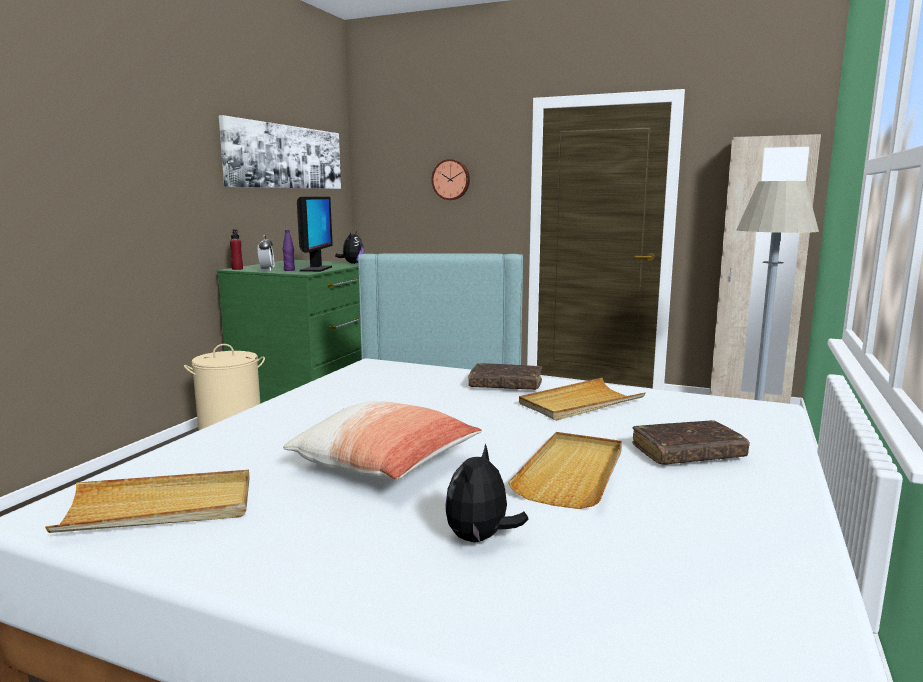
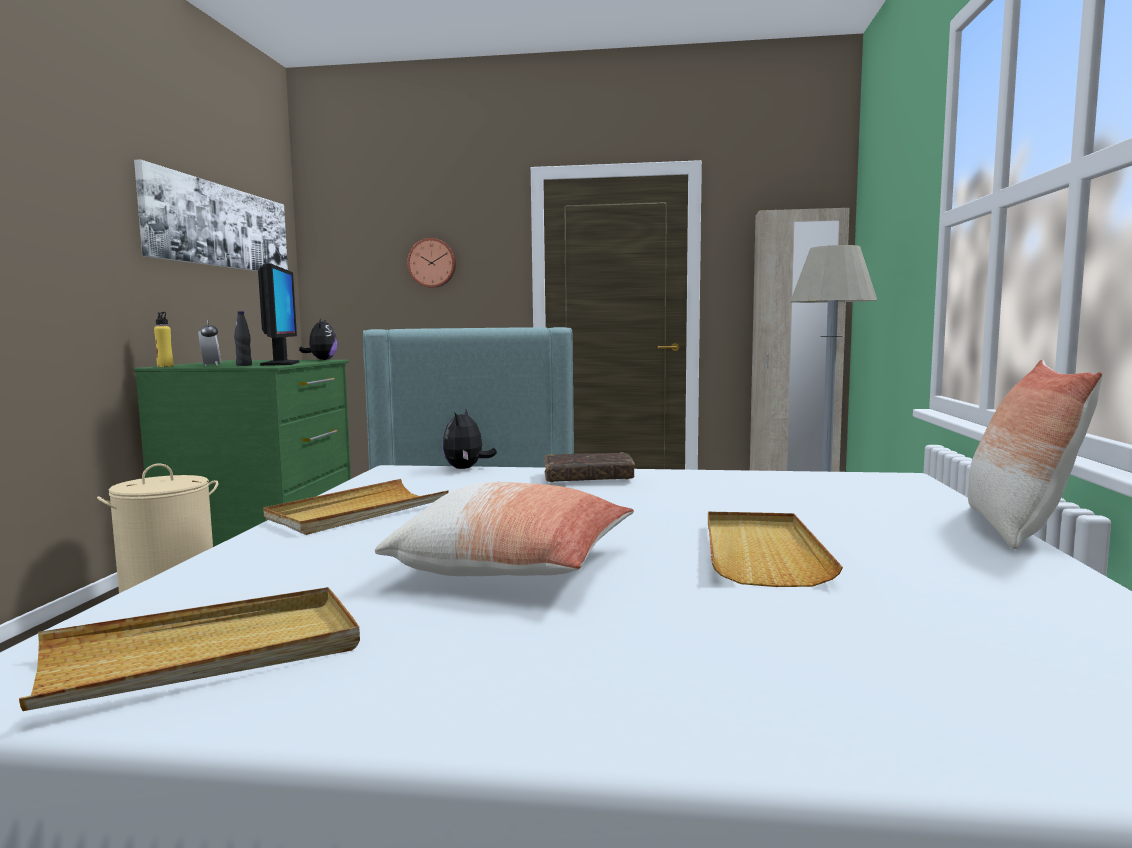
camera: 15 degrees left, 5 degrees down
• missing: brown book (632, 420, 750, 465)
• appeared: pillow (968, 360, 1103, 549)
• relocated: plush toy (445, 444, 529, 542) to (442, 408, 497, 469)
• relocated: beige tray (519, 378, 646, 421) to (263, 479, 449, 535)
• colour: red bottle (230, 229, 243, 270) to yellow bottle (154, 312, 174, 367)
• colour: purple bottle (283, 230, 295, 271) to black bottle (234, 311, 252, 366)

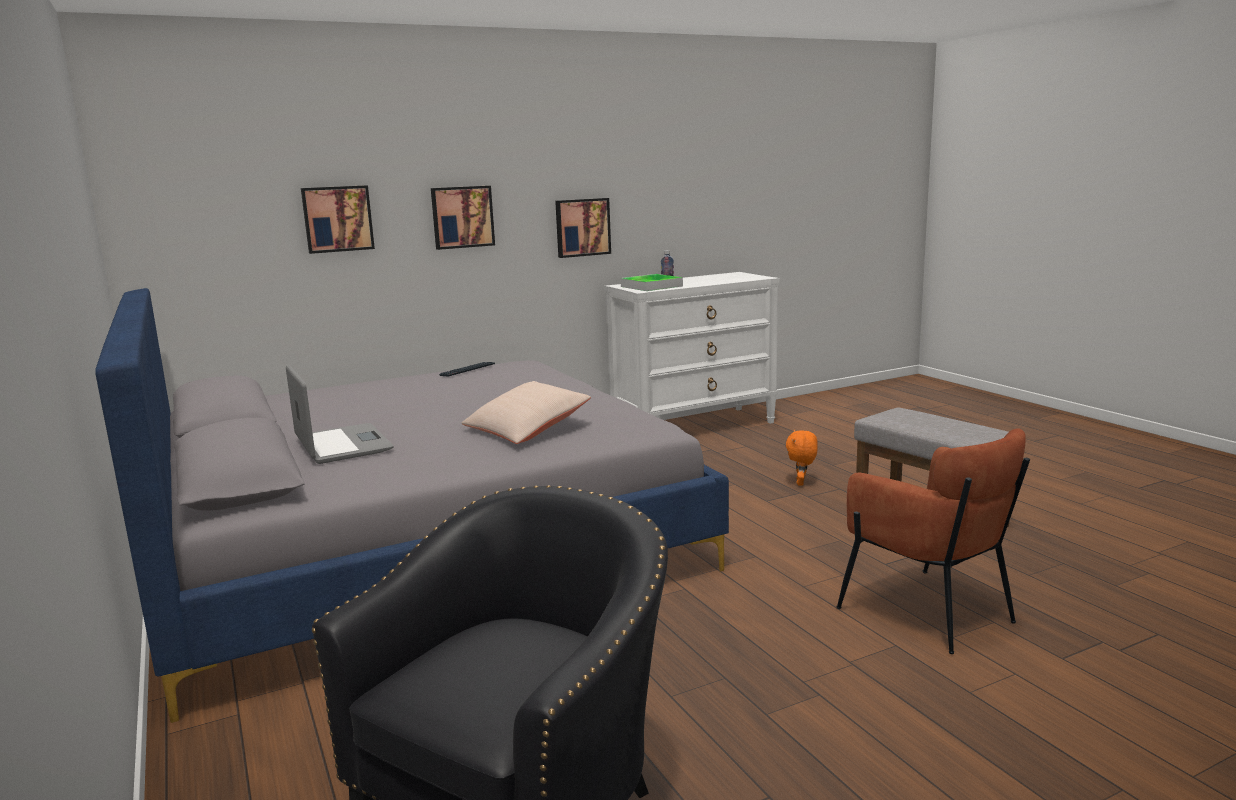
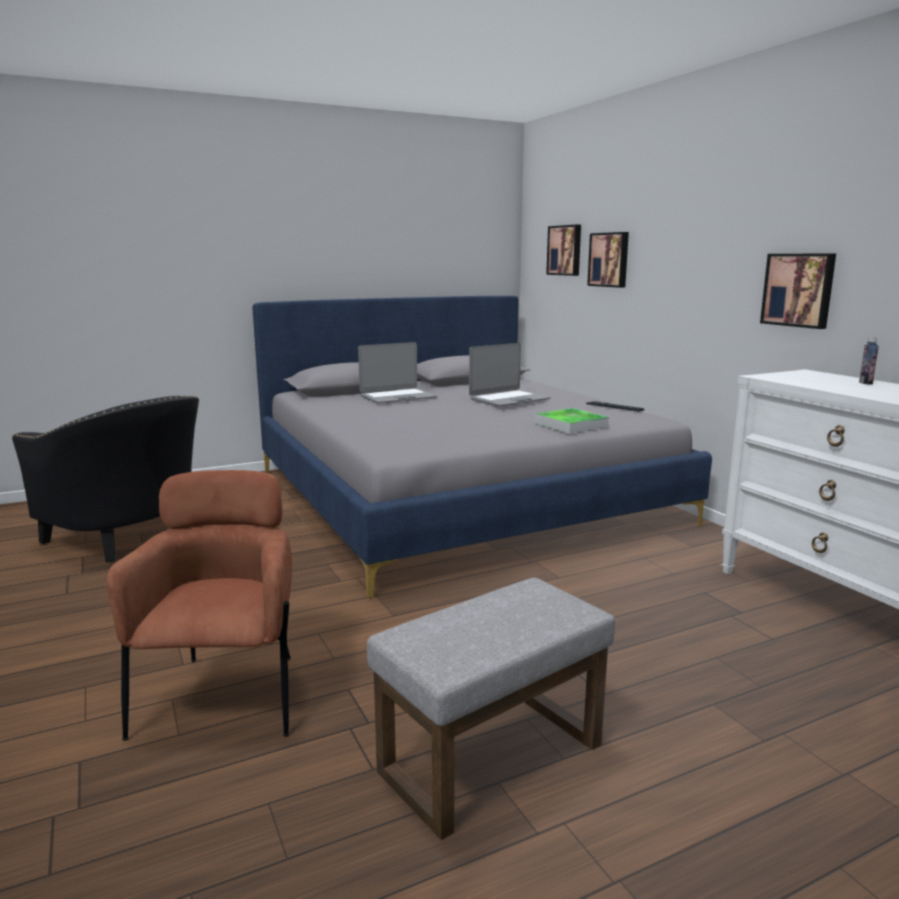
camera: 90 degrees right, 0 degrees up
• missing: beige pillow (462, 381, 591, 444)
• missing: orange plush toy (786, 430, 818, 486)
• appeared: laptop (469, 343, 551, 406)
• relocated: picture (431, 186, 495, 250) to (546, 225, 581, 276)
• relocated: tray (620, 274, 683, 291) to (535, 408, 609, 434)
• spun: brown armchair (836, 428, 1030, 654) = (107, 470, 292, 741) 120 degrees clockwise

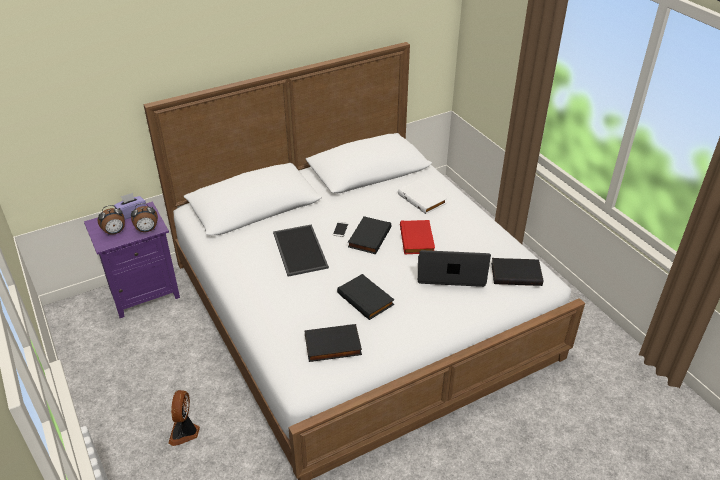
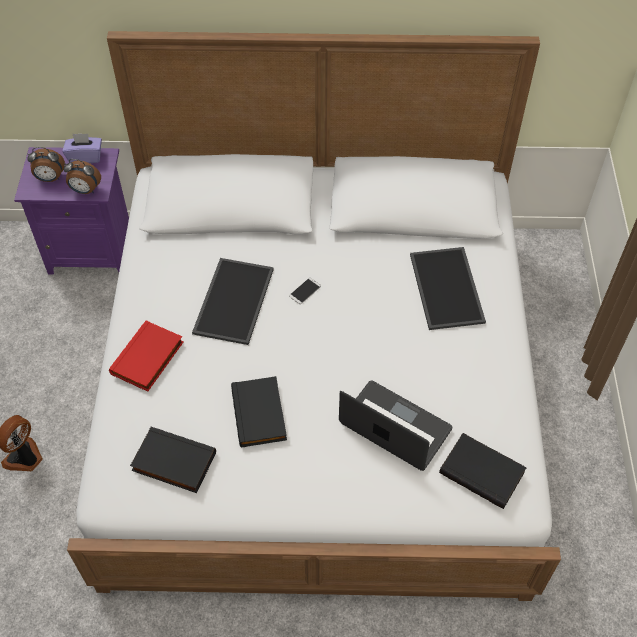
camera: 30 degrees right, 15 degrees up
• missing: black book (348, 216, 391, 254)
• relocated: red book (400, 220, 435, 255) to (109, 320, 184, 392)
• exchanged: white book (398, 180, 447, 214) to tray (410, 247, 486, 330)

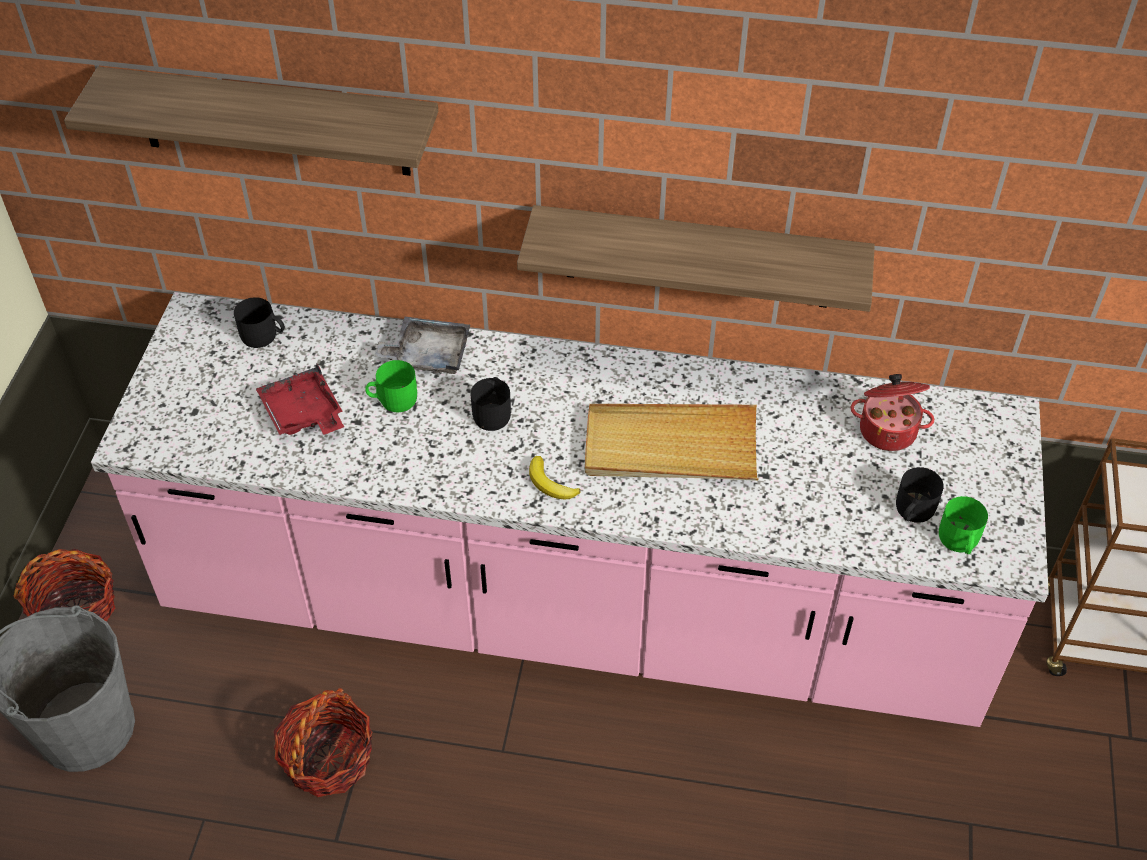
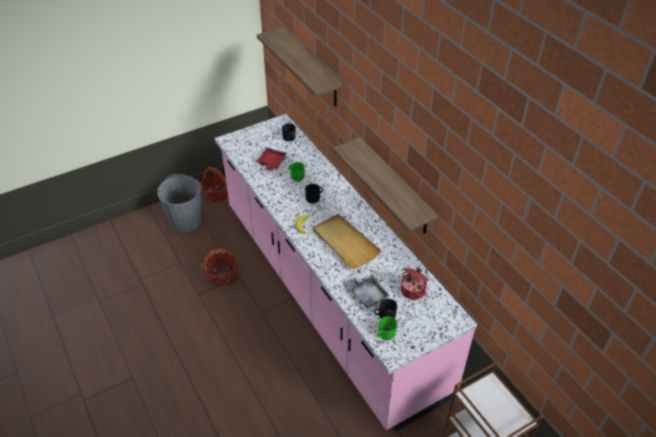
camera: 50 degrees right, 5 degrees down
• relocated: grey tray (374, 317, 470, 374) to (347, 275, 390, 308)

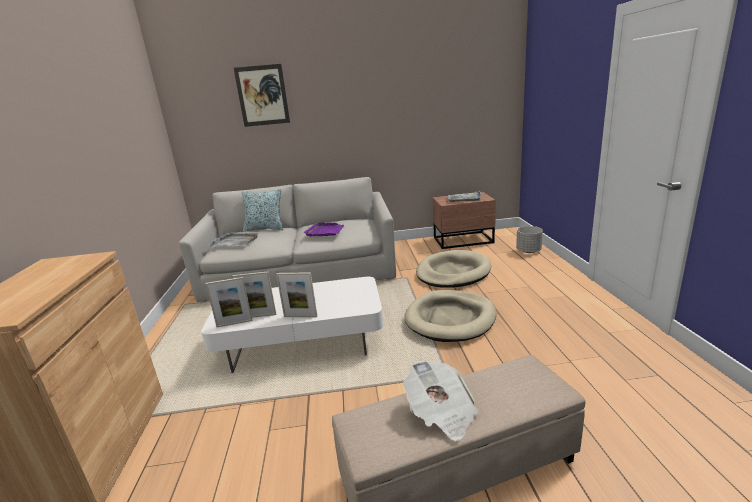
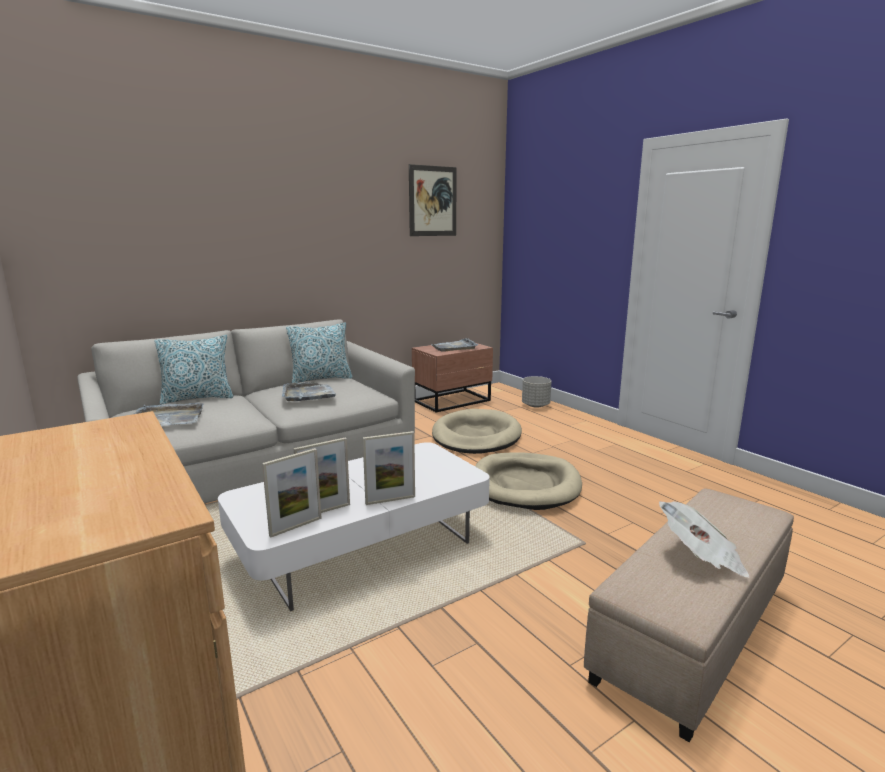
camera: 30 degrees left, 5 degrees down
• appeared: pillow (286, 322, 353, 383)
• relocated: picture (233, 64, 290, 127) to (409, 164, 457, 236)
• colour: purple tray (303, 222, 344, 237) to grey tray (282, 382, 336, 401)

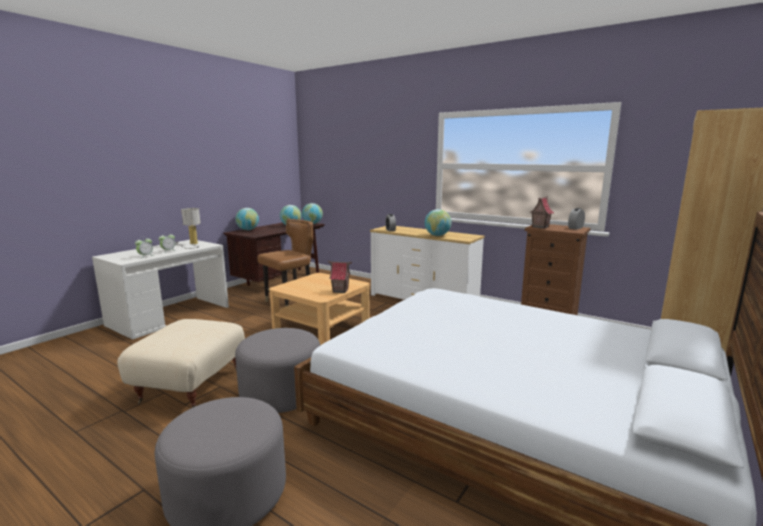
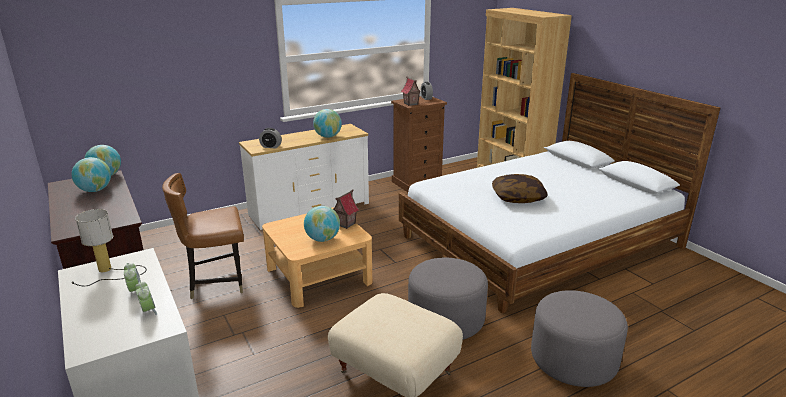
camera: 65 degrees left, 10 degrees up
• appeared: pillow (492, 174, 548, 203)
• relocated: globe (235, 208, 259, 230) to (304, 206, 340, 242)
• spun: brown chair (257, 219, 313, 306) = (162, 173, 244, 299) 90 degrees counterclockwise

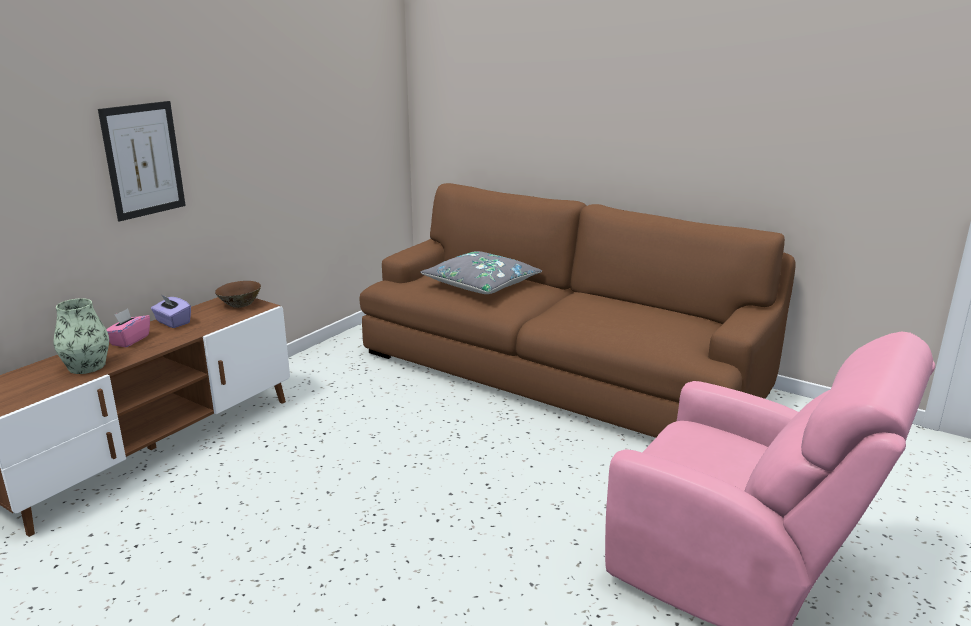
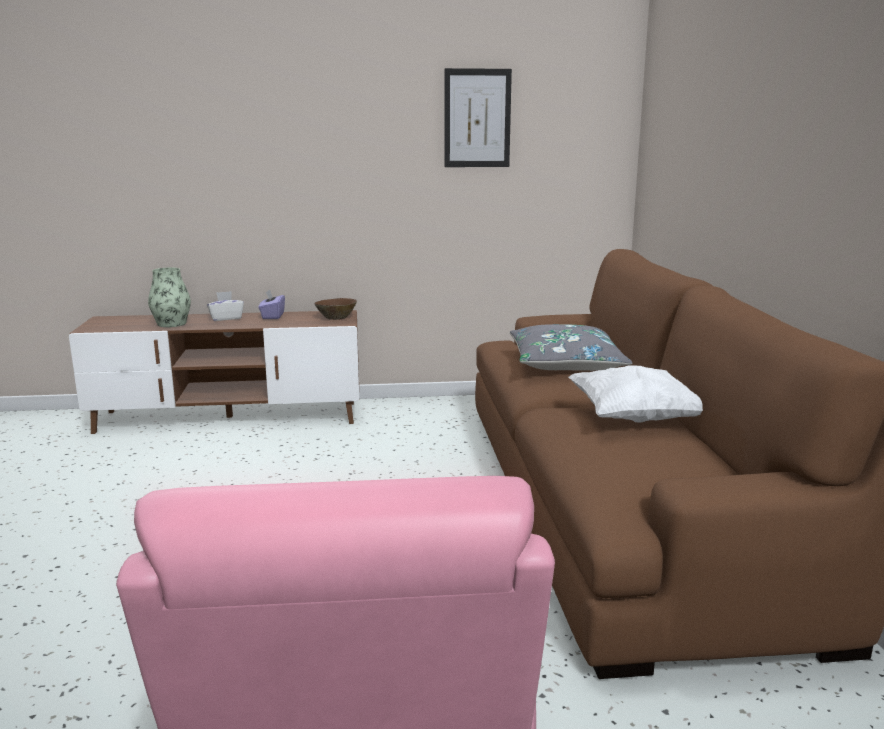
camera: 50 degrees right, 5 degrees down
• appeared: white pillow (568, 365, 703, 423)
• relocated: picture (98, 101, 186, 222) to (445, 68, 512, 167)
• colour: pink tissue box (106, 308, 150, 347) to white tissue box (207, 291, 244, 321)

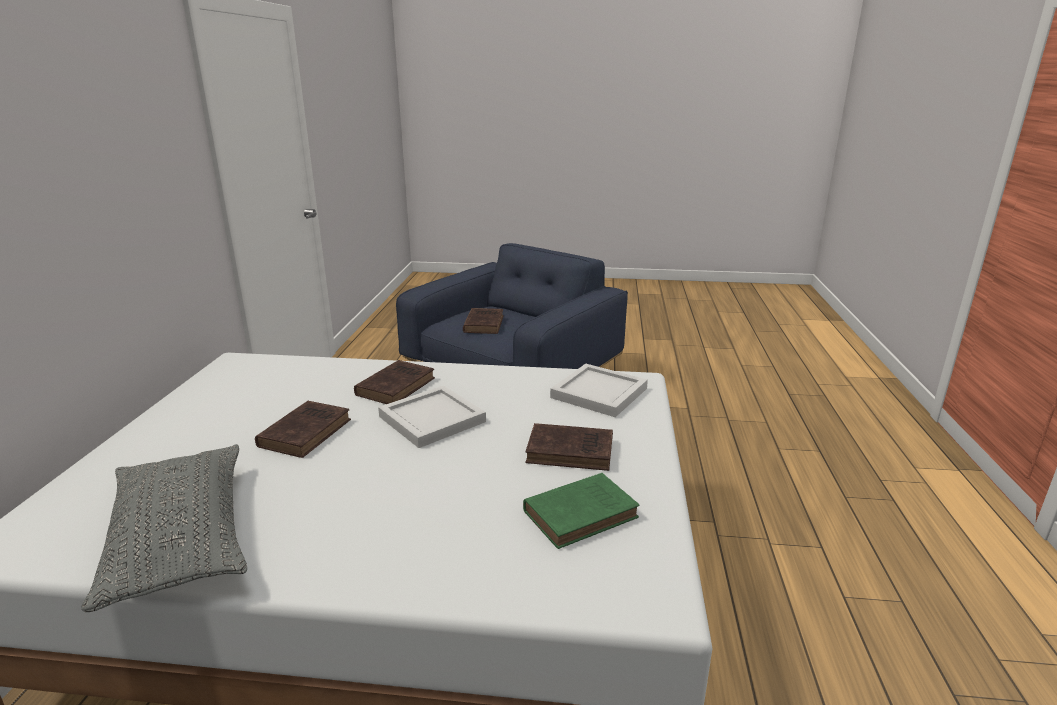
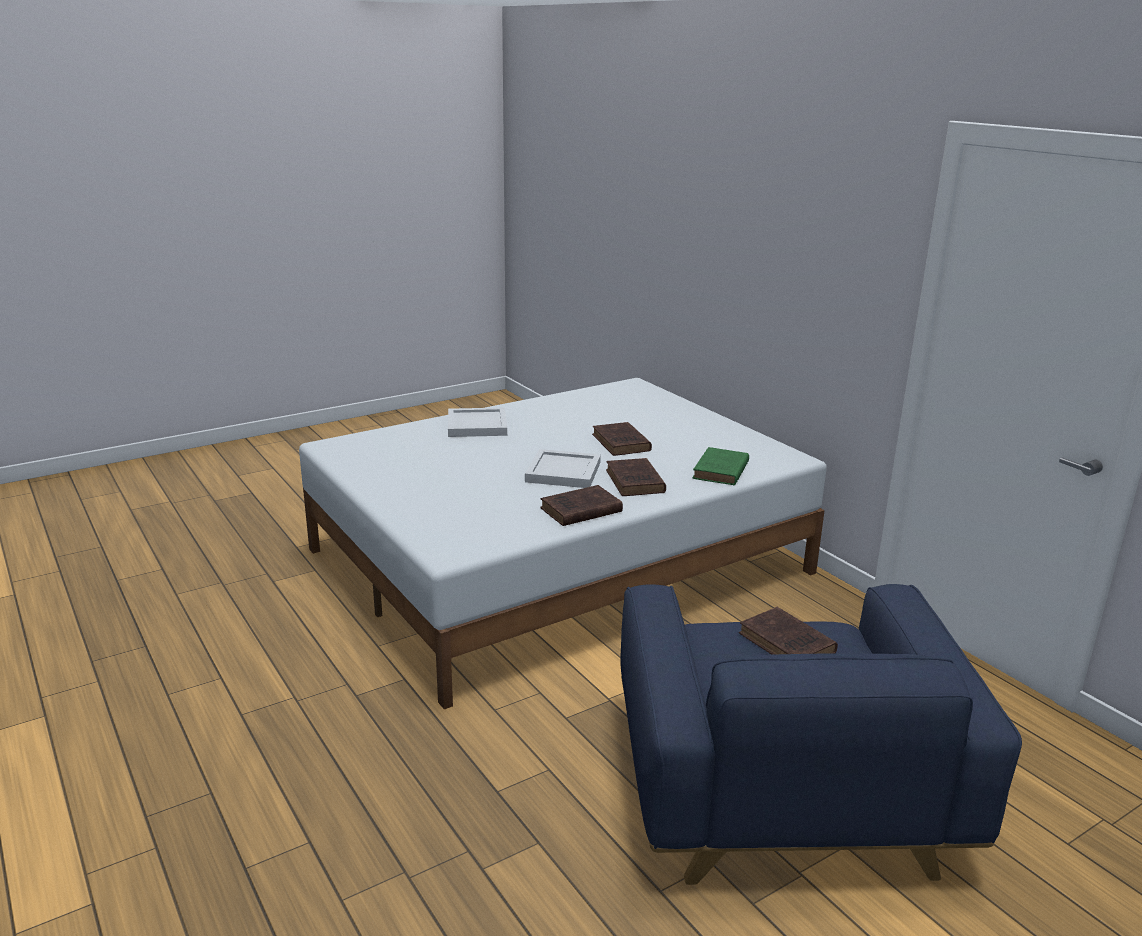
camera: 140 degrees right, 0 degrees up
• missing: grey pillow (81, 444, 247, 612)
• relocated: green book (523, 473, 640, 549) to (692, 447, 749, 485)
• relocated: brown book (525, 423, 613, 471) to (540, 485, 623, 526)
• relocated: white tray (550, 364, 648, 417) to (448, 407, 507, 437)

